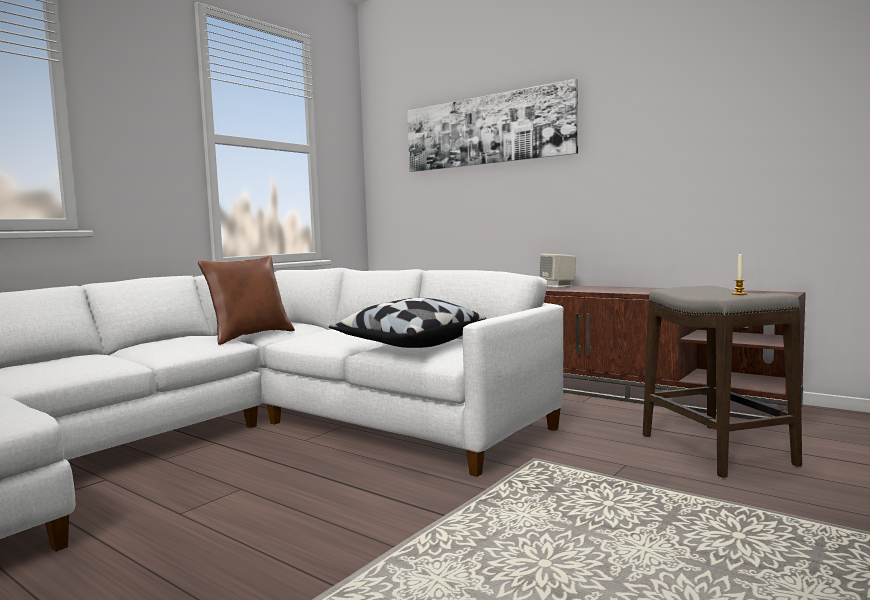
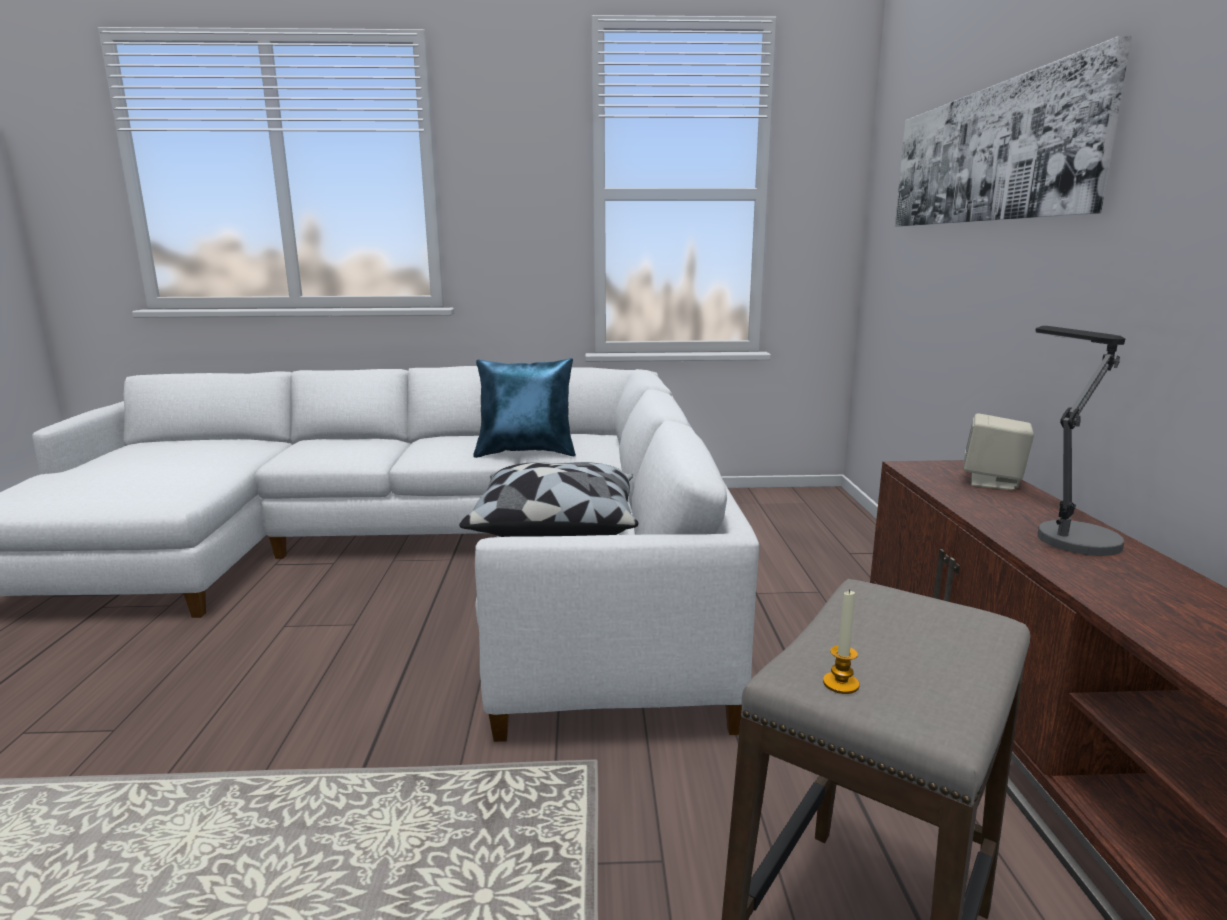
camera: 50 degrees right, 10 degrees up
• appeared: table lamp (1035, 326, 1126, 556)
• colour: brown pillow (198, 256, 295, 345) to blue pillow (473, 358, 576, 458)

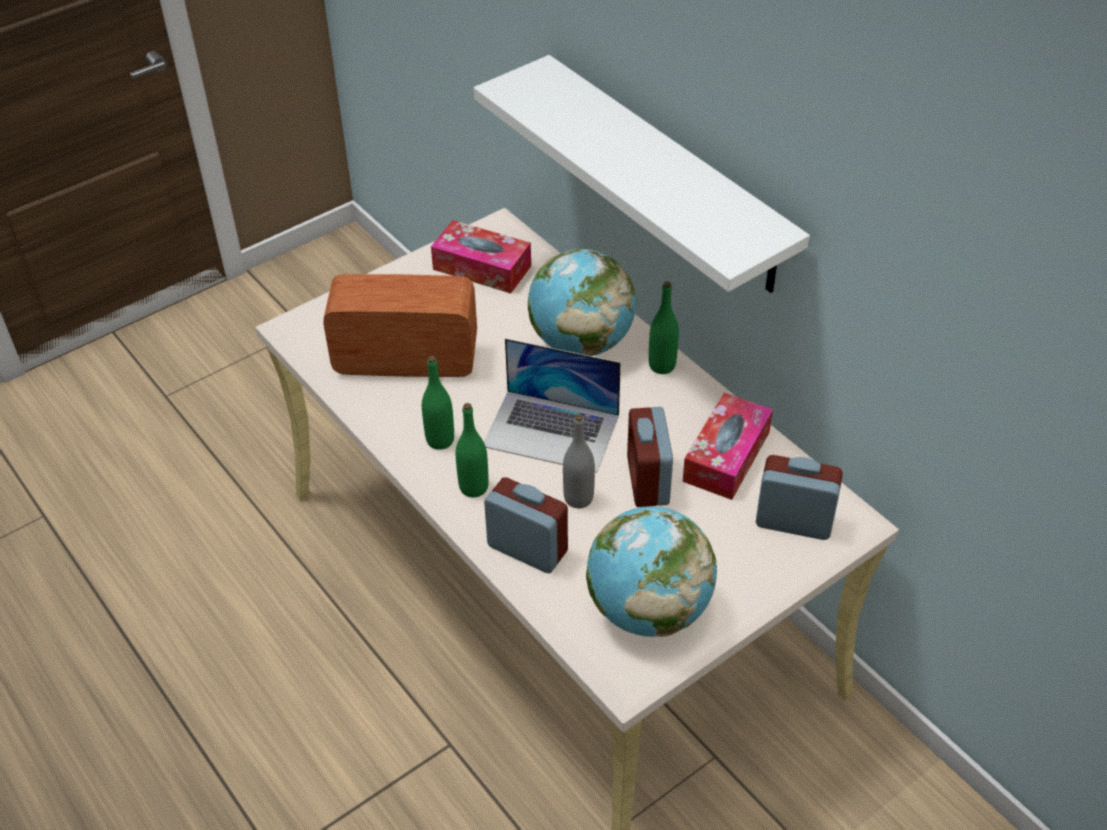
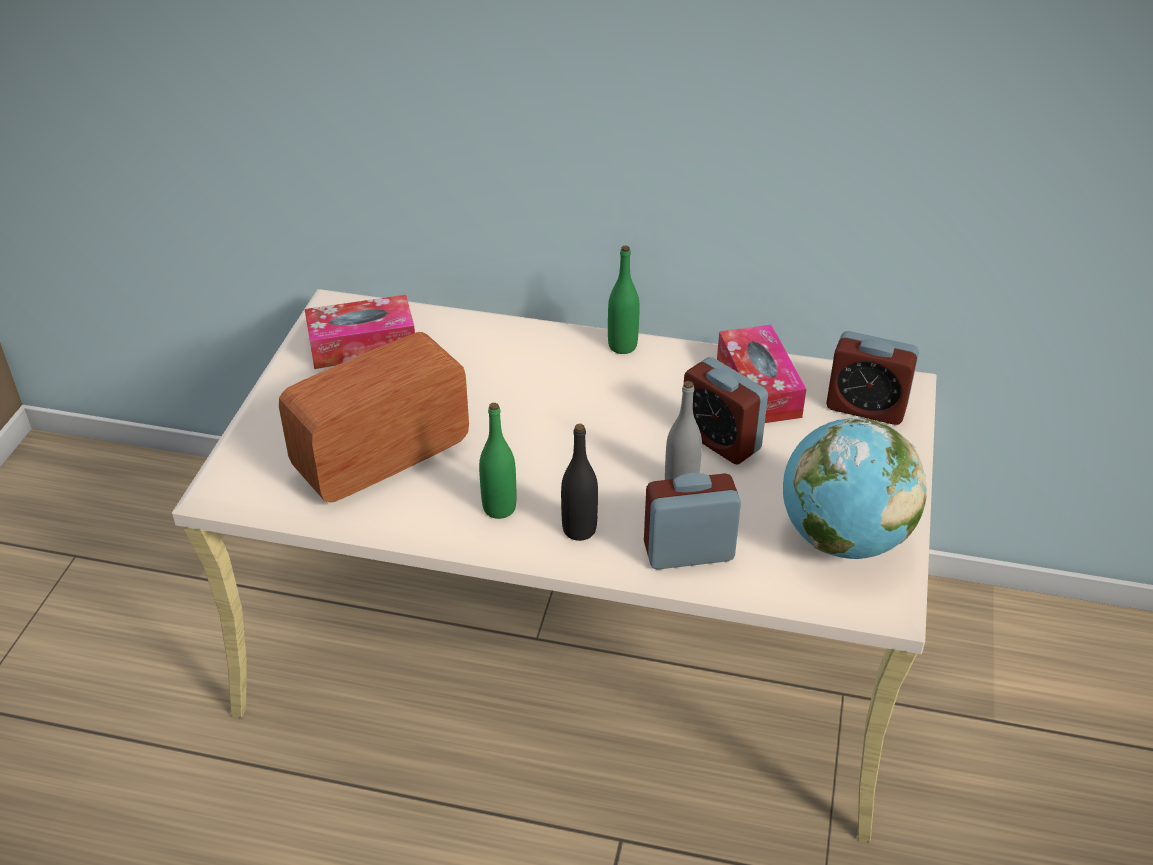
camera: 40 degrees left, 5 degrees down
• missing: white shelf (474, 55, 810, 293)
• missing: laptop (484, 338, 621, 473)
• missing: globe (528, 249, 637, 356)
• colour: green bottle (456, 403, 489, 497) to black bottle (561, 424, 598, 541)
• spun: alarm clock (756, 455, 843, 540) = (826, 331, 919, 425) 135 degrees counterclockwise

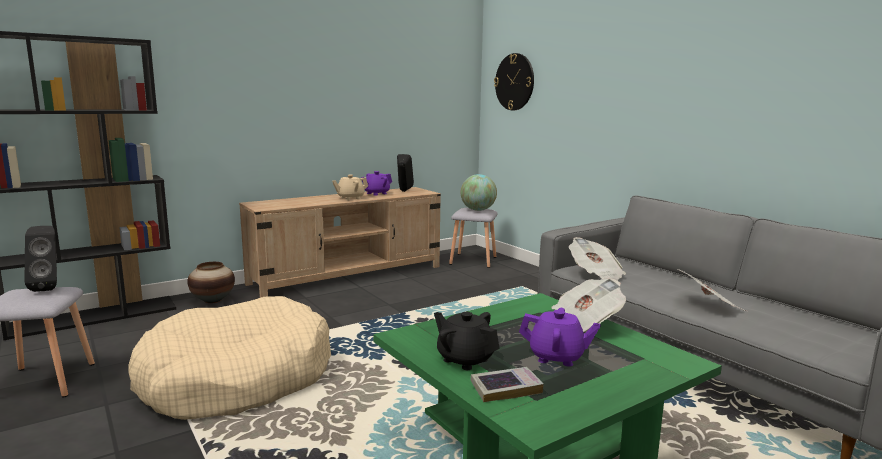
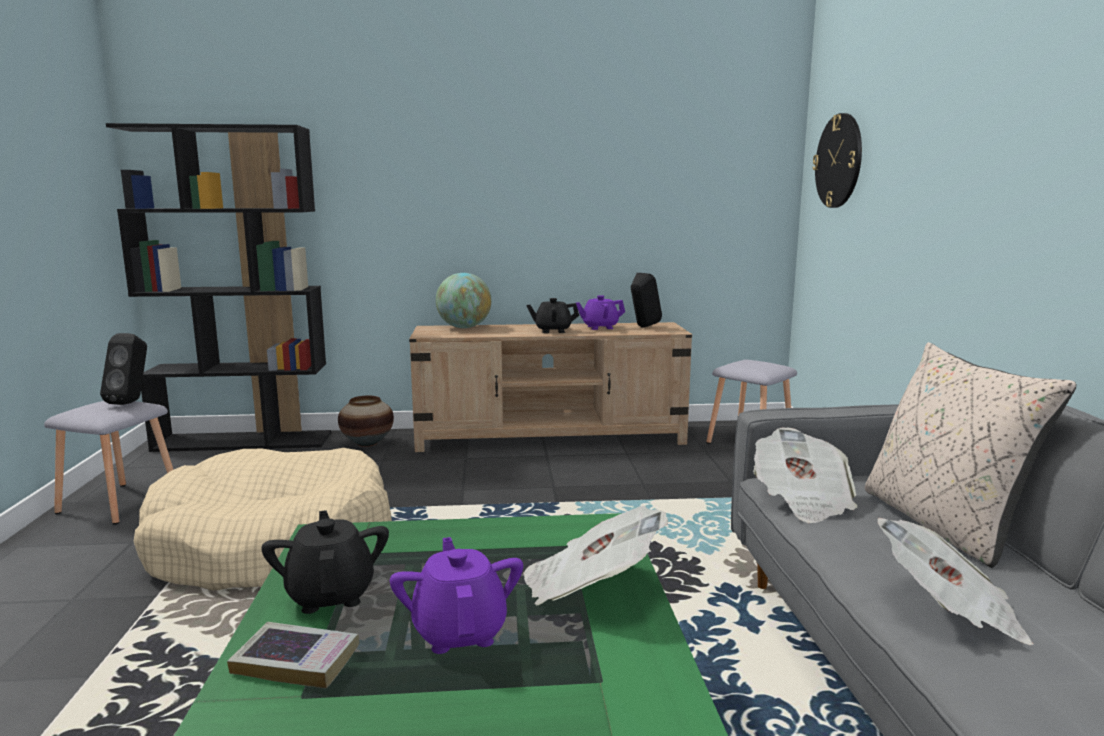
camera: 30 degrees right, 0 degrees up
• appeared: beige pillow (865, 342, 1076, 568)
• relocated: globe (461, 174, 497, 211) to (436, 273, 491, 328)
• colour: beige teapot (332, 175, 368, 200) to black teapot (526, 298, 579, 333)
• spun: purple teapot (519, 308, 601, 367) = (390, 537, 523, 654) 150 degrees counterclockwise

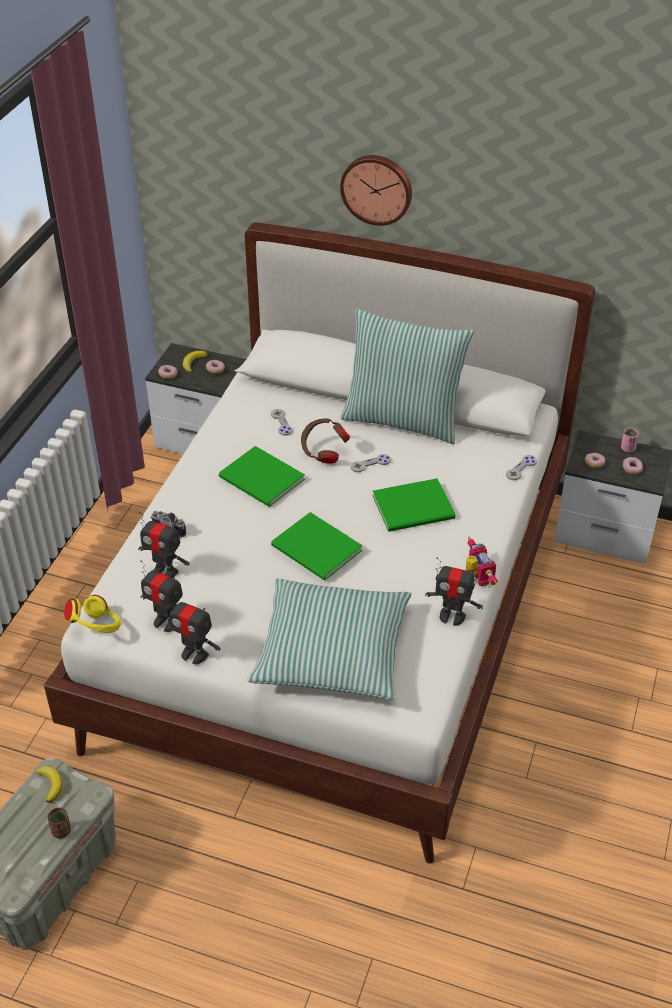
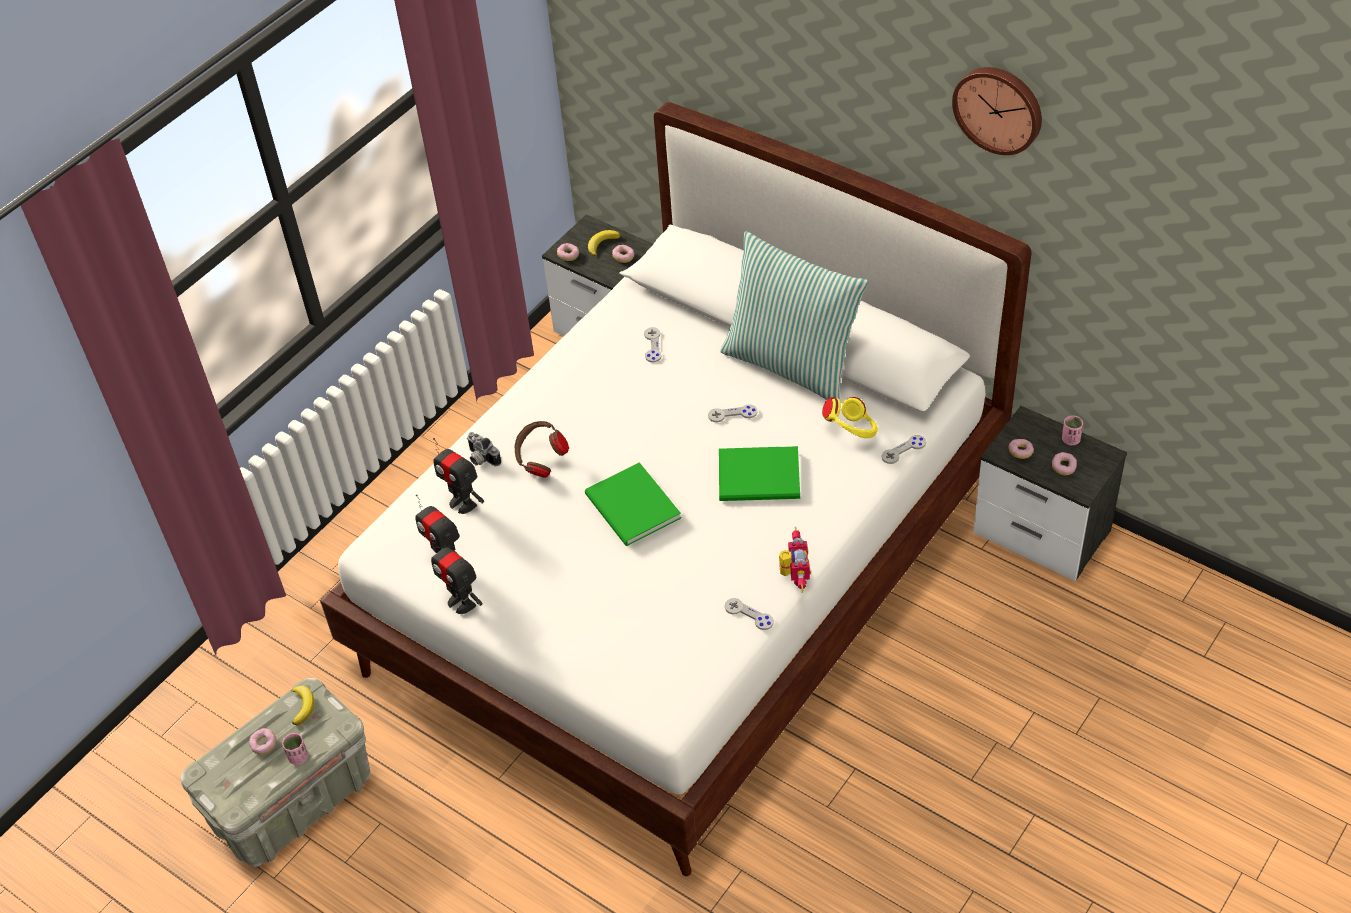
camera: 20 degrees right, 5 degrees up
• missing: green book (219, 446, 305, 507)
• missing: pillow (248, 579, 411, 700)
• appeared: donut (249, 728, 276, 755)
• relocated: yellow headphones (64, 595, 121, 633) to (822, 397, 878, 438)
• relocated: brown headphones (301, 418, 350, 464) to (515, 421, 569, 478)
• relocated: wall clock (340, 155, 412, 226) to (952, 67, 1042, 155)
• exchanged: toy robot (425, 557, 483, 626) to grey game controller (725, 598, 774, 630)
• colour: brown cup (48, 808, 71, 839) to pink cup (282, 733, 308, 765)

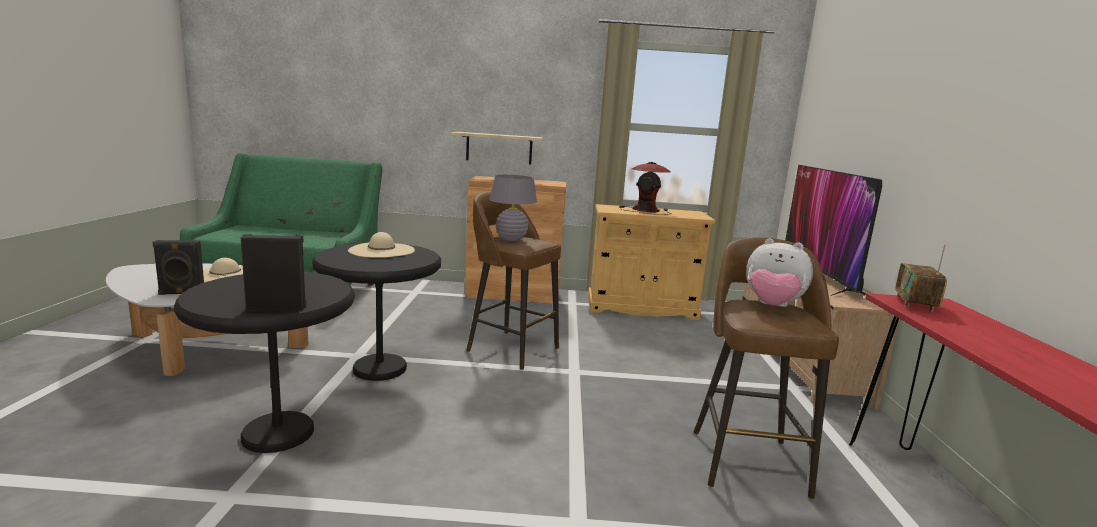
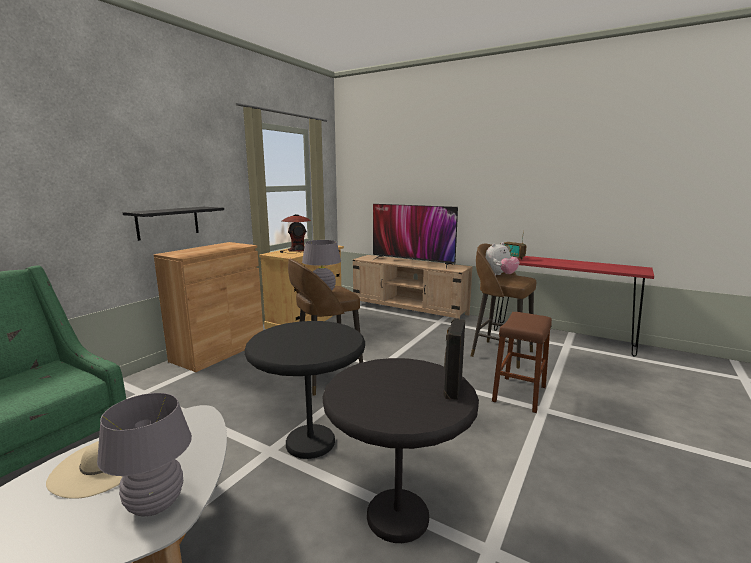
camera: 60 degrees left, 0 degrees up
• missing: beige hat (348, 232, 415, 258)
• appeared: brown stool (492, 312, 552, 413)
• exchanged: black speaker (152, 240, 204, 295) to grey table lamp (97, 393, 192, 516)
• colour: beige shelf (450, 132, 543, 165) to black shelf (123, 207, 224, 241)

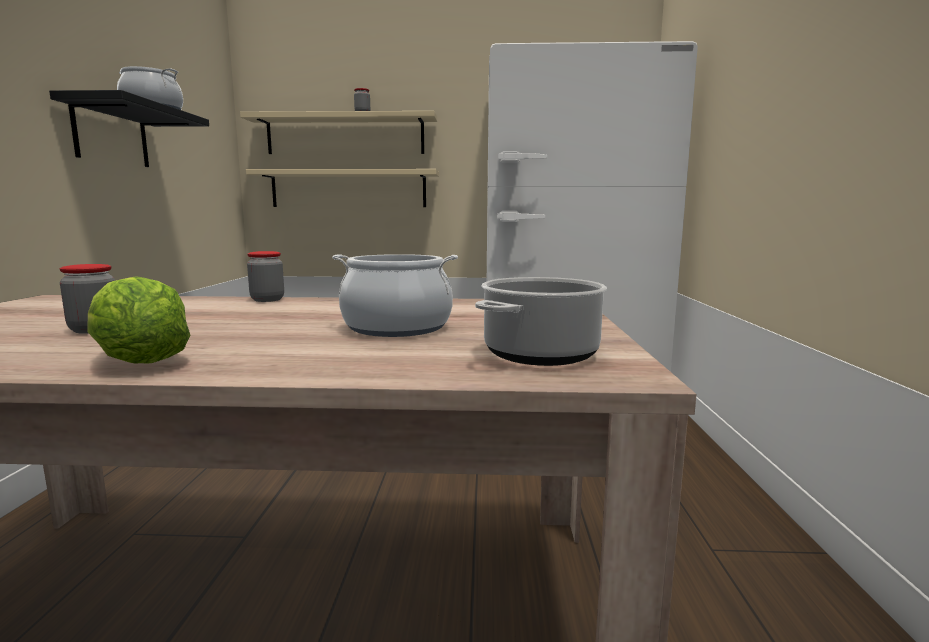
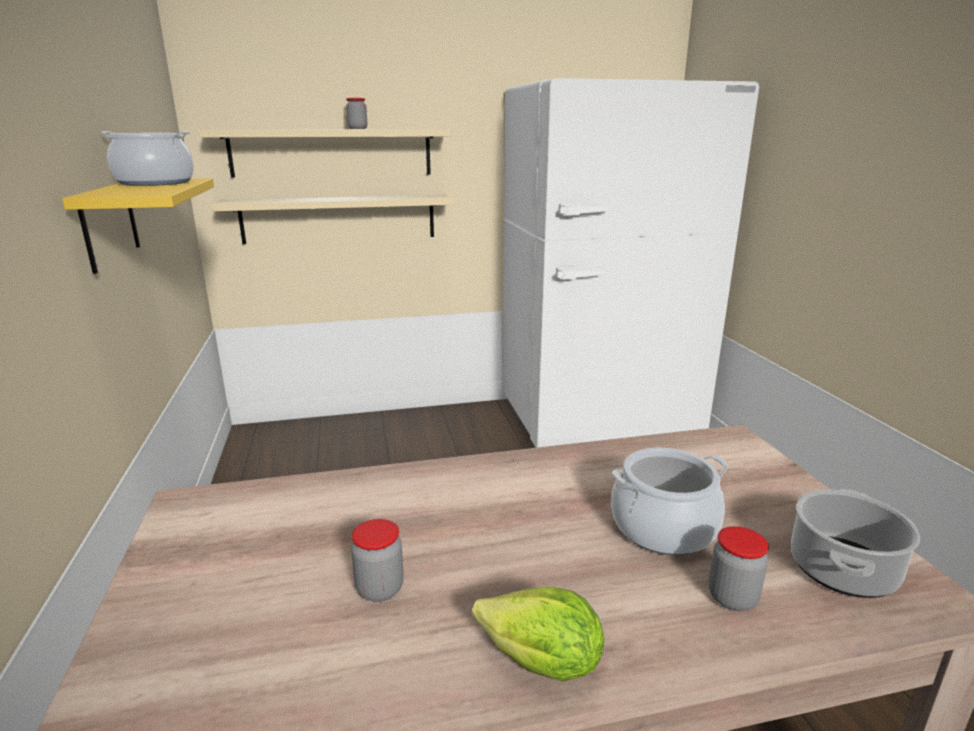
camera: 15 degrees left, 10 degrees up
• relocated: jar (247, 251, 284, 302) to (709, 526, 769, 611)
• colour: black shelf (49, 90, 209, 167) to yellow shelf (62, 178, 214, 274)

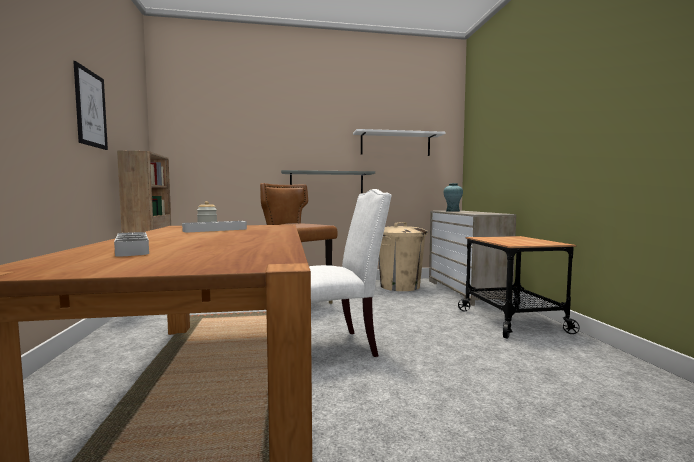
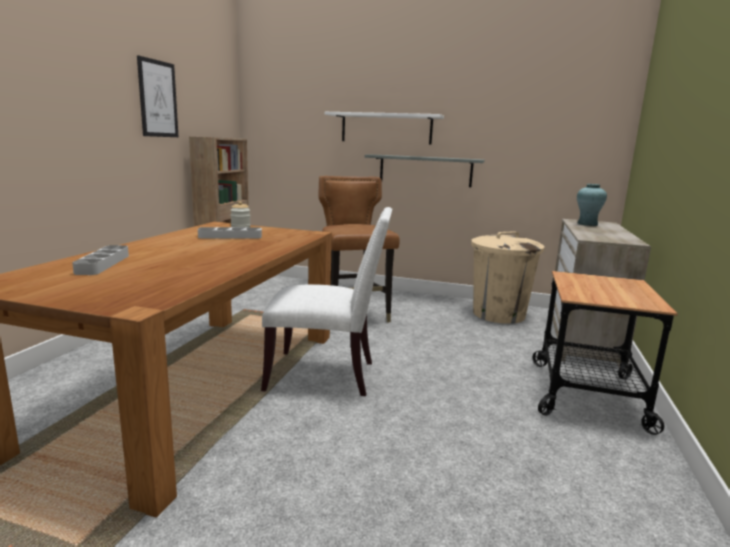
camera: 25 degrees right, 10 degrees up
• relocated: white shelf (353, 129, 446, 156) to (325, 112, 444, 145)

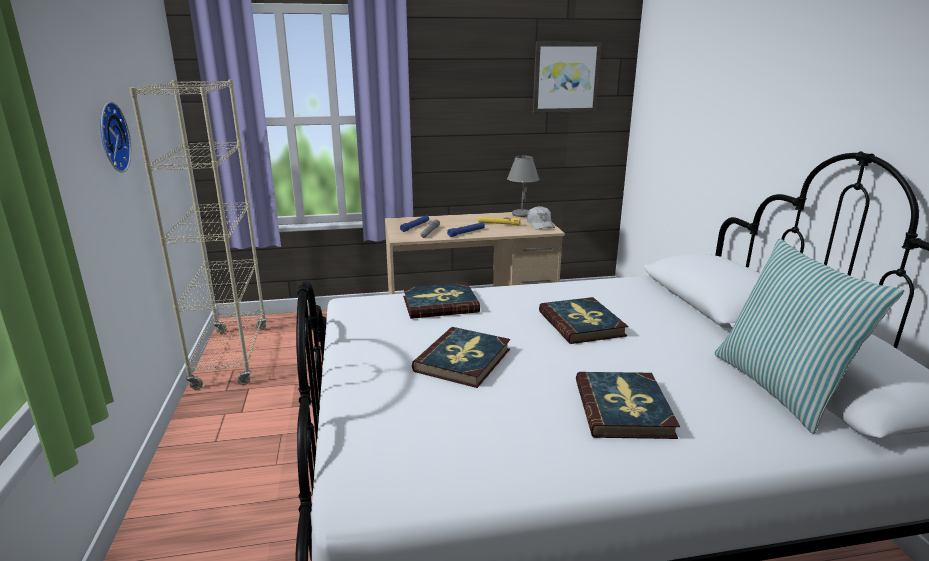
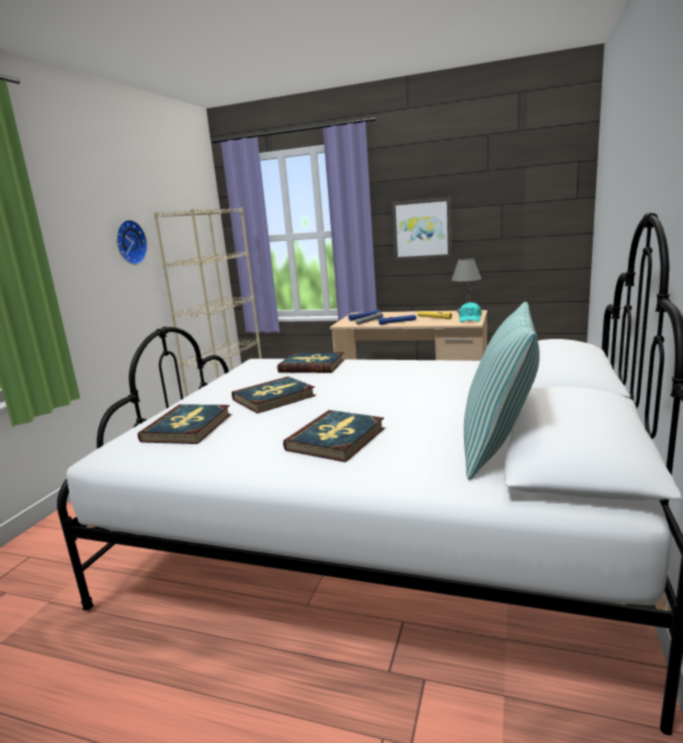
camera: 30 degrees right, 5 degrees down
• relocated: picture (533, 42, 602, 113) to (392, 197, 452, 260)
• relocated: book (539, 297, 628, 344) to (138, 404, 231, 444)
• colour: white cap (527, 206, 555, 229) to turquoise cap (459, 302, 482, 322)

